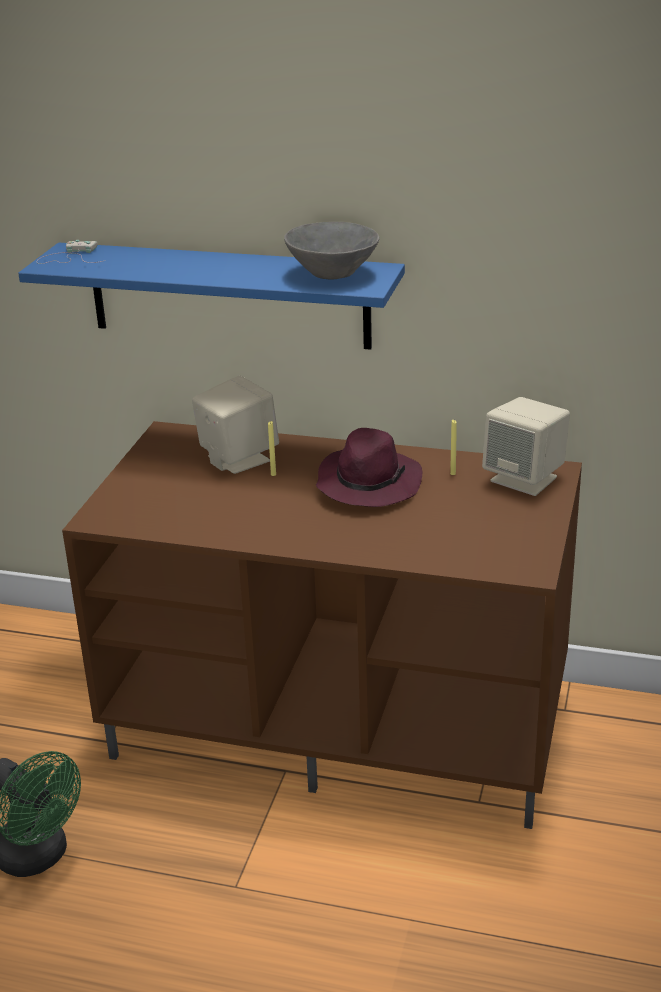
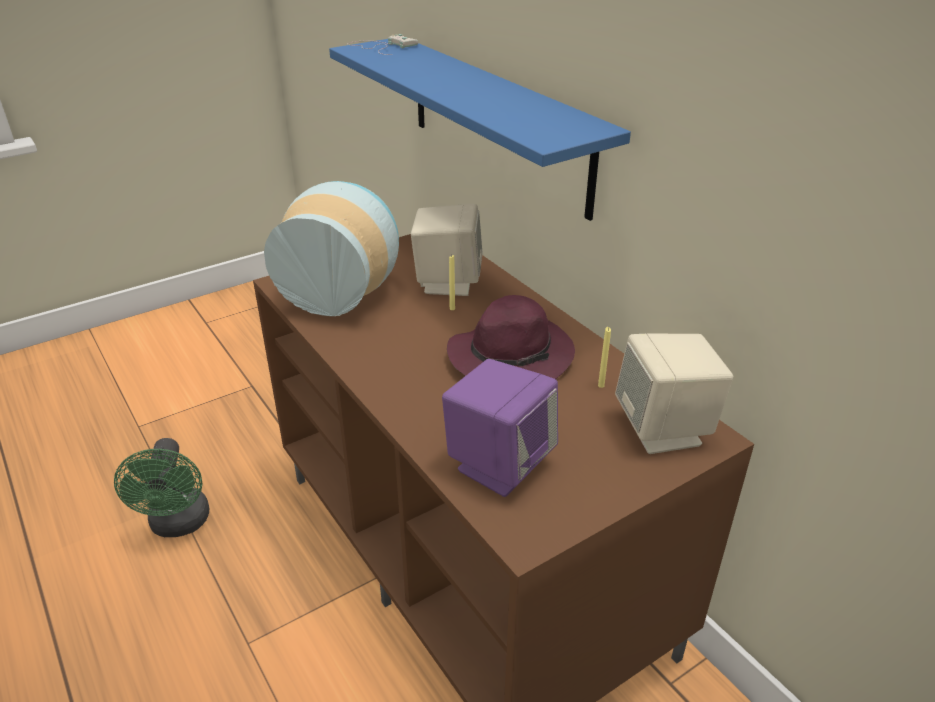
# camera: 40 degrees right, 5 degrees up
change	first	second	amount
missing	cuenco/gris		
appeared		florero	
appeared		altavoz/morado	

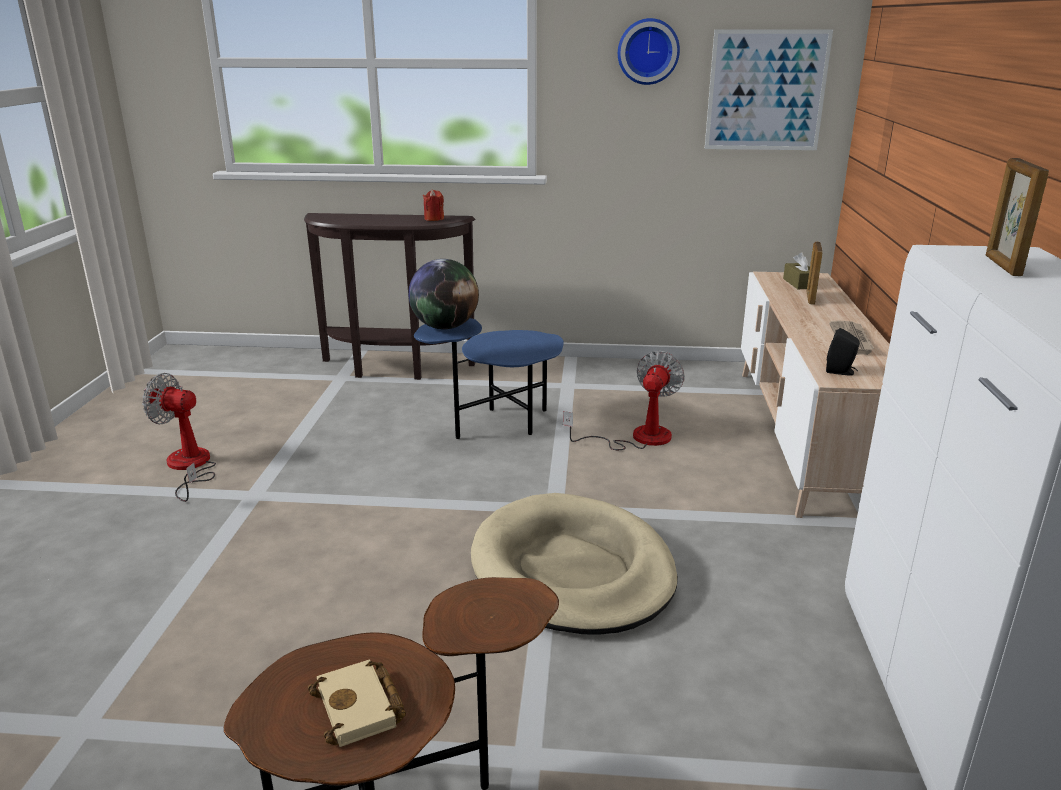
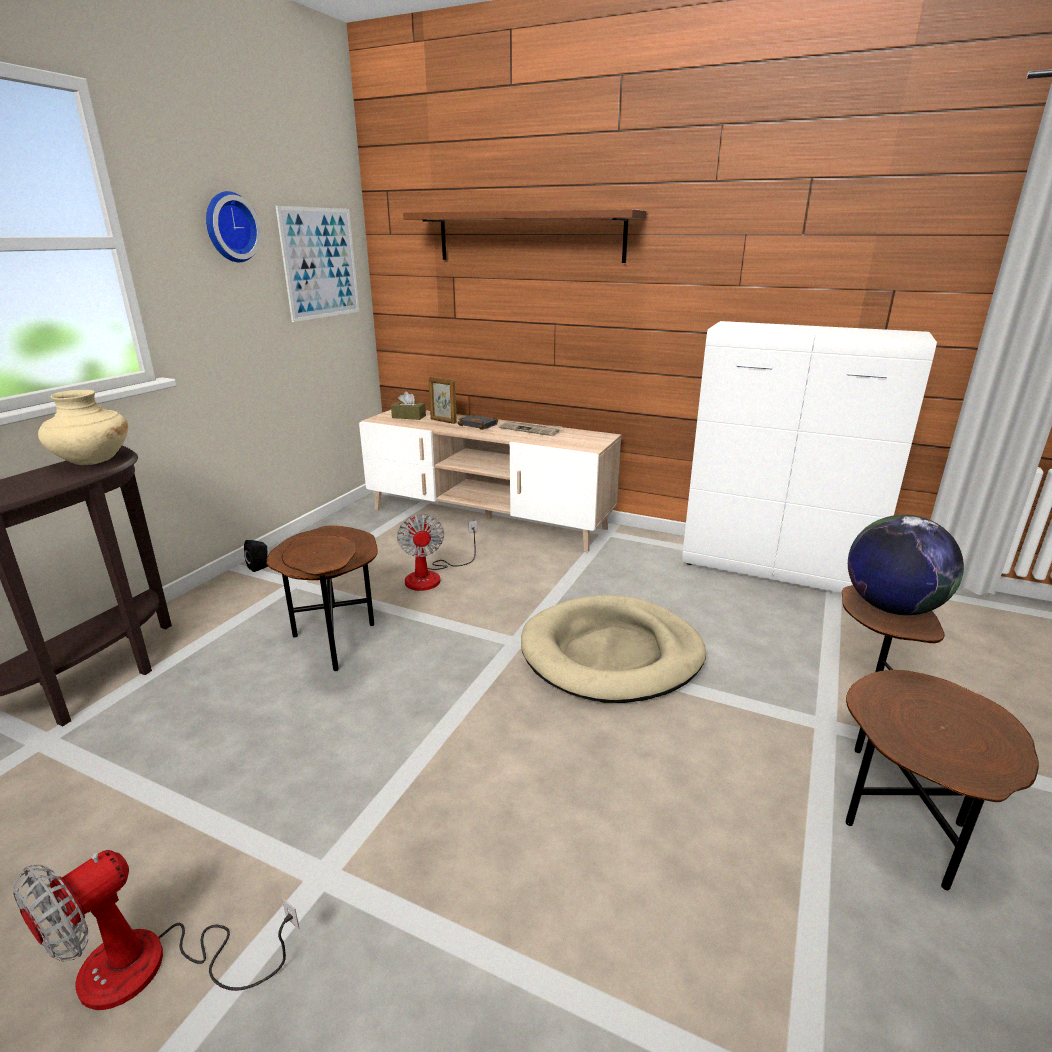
# camera: 70 degrees left, 0 degrees up
change	first	second	amount
missing	portarretratos (no. 2 from left)		
exchanged	vela/rojo	florero/beis	
relocated	globo terráqueo		
colour	mesa auxiliar/azul	mesa auxiliar/marrón (no. 1 from left)	
relocated	altavoz/negro		
spun	ventilador (no. 2 from left)		150 degrees counterclockwise
missing	libro/beis		
appeared		estante/marrón	
appeared		libro/negro	

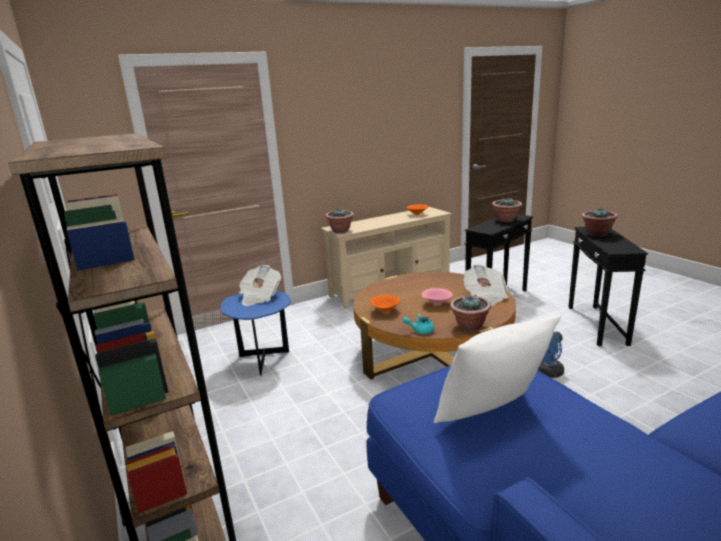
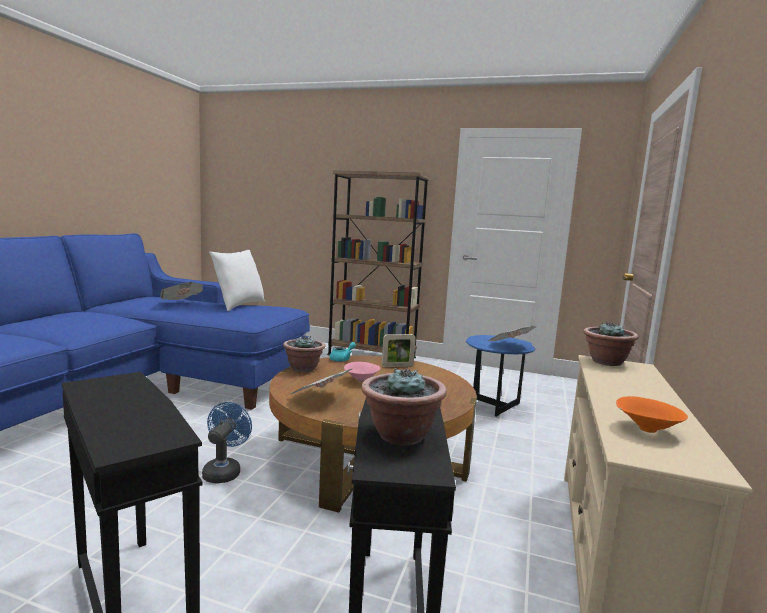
# camera: 135 degrees right, 10 degrees down
change	first	second	amount
missing	planta en maceta (no. 4 from left)		
exchanged	cuenco/naranja (no. 1 from left)	portarretratos	
appeared		periódico (no. 1 from left)	

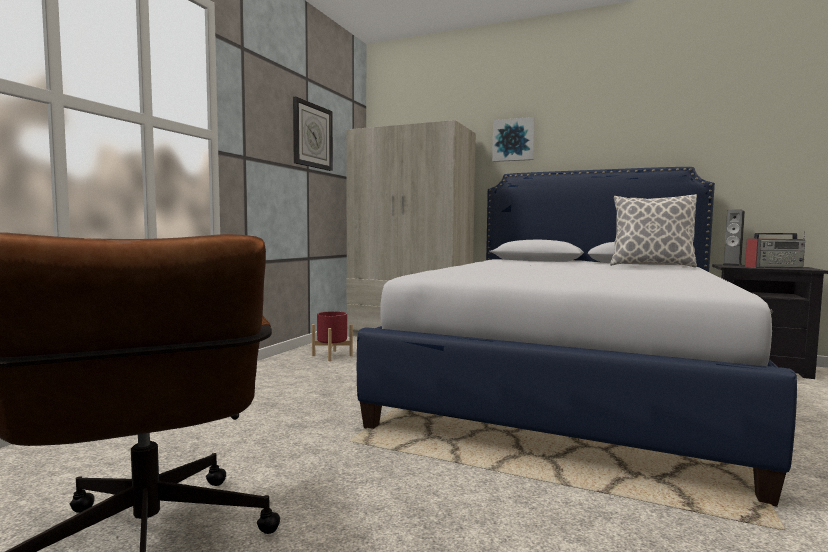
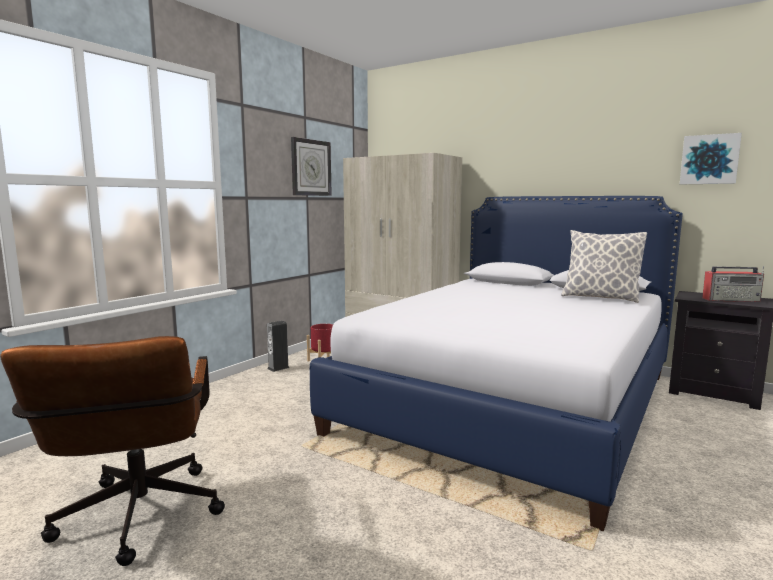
# camera: 10 degrees right, 5 degrees up
change	first	second	amount
relocated	cuadro		
relocated	altavoz		

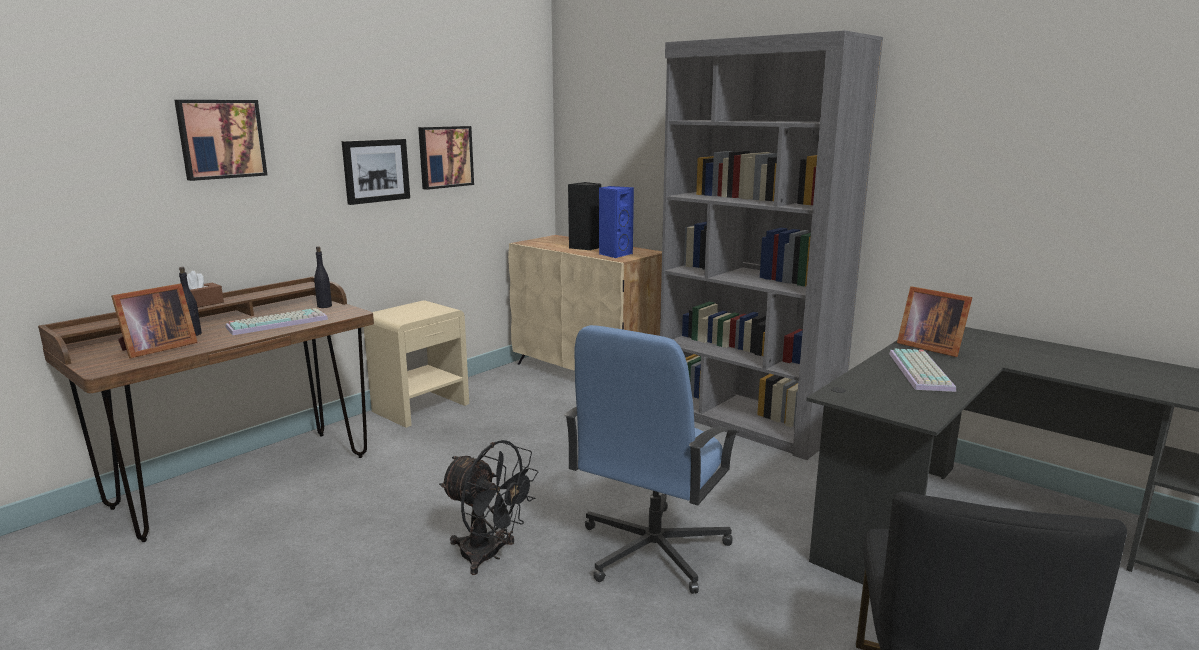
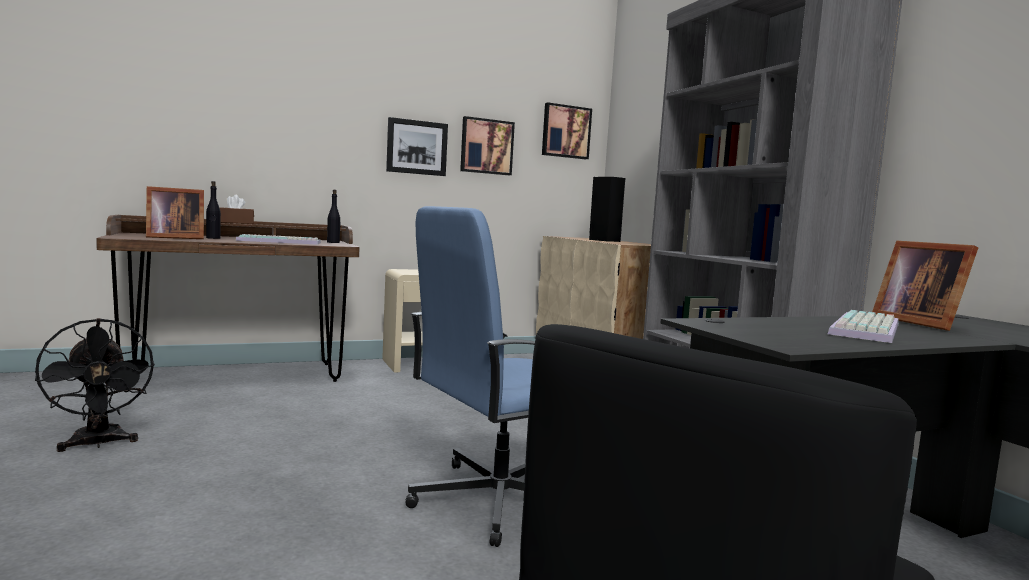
# camera: 25 degrees right, 10 degrees down
change	first	second	amount
relocated	cuadro (no. 1 from left in the first image)	cuadro (no. 3 from left)	
missing	altavoz/azul		
relocated	ventilador/negro		

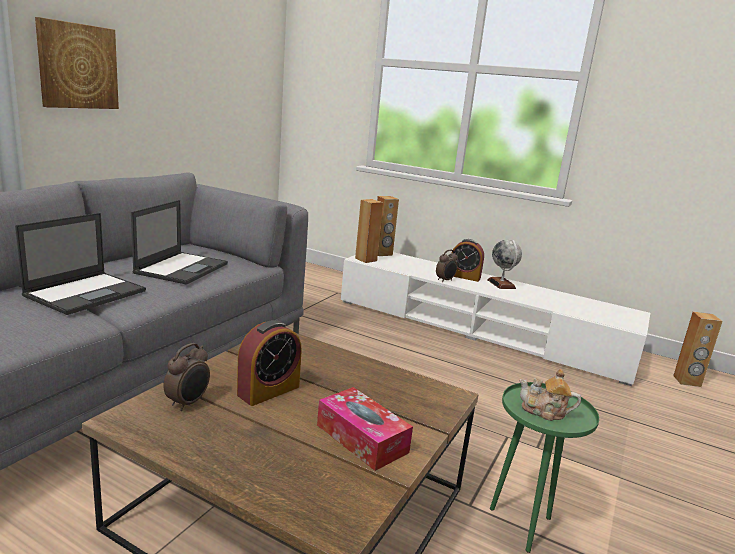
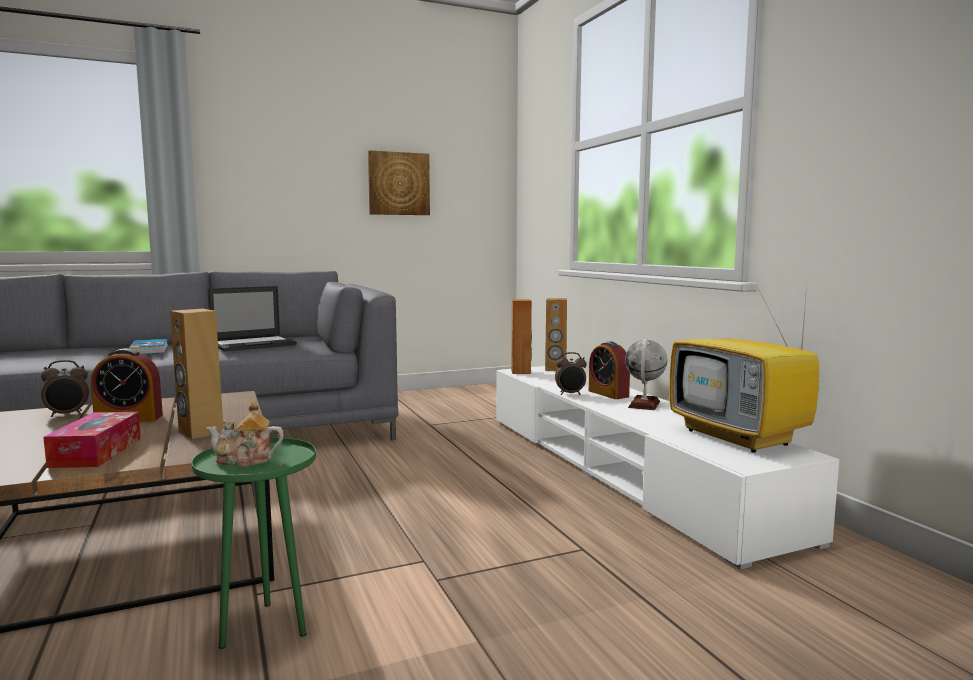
# camera: 40 degrees right, 10 degrees down
change	first	second	amount
relocated	cuadro		
exchanged	portátil (no. 1 from left)	libro	
relocated	altavoz/marrón (no. 3 from left in the first image)	altavoz/marrón (no. 1 from left)	
spun	tetera		60 degrees counterclockwise
appeared		televisor	

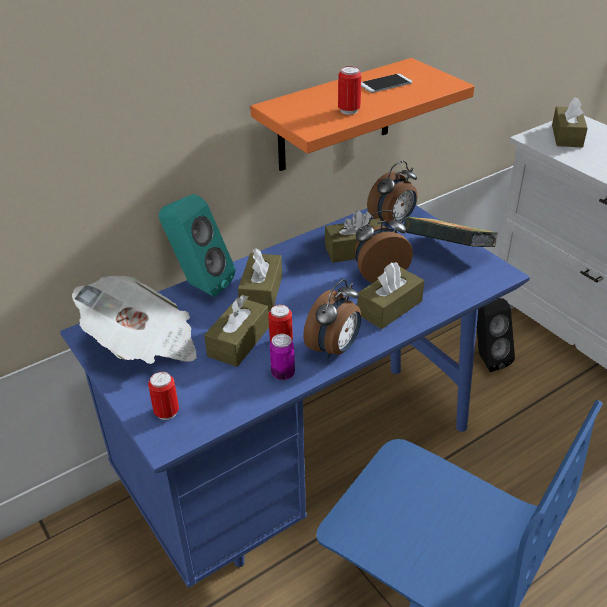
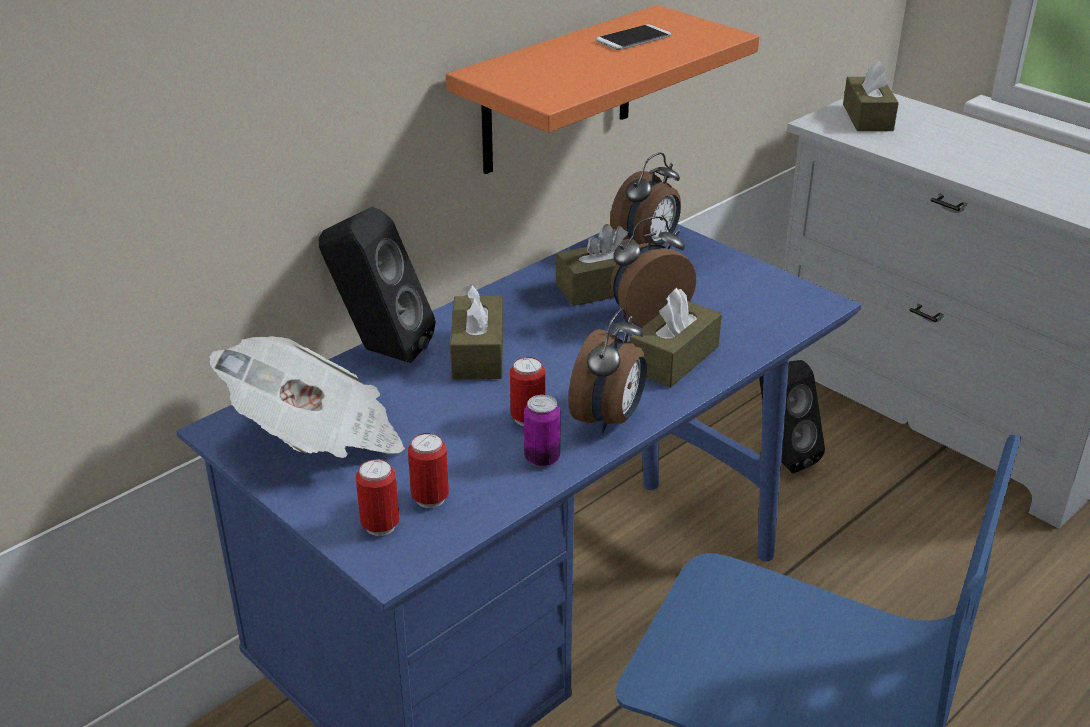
# camera: 10 degrees left, 5 degrees down
change	first	second	amount
relocated	lata (no. 4 from left in the first image)	lata (no. 2 from left)	
colour	altavoz/turquesa	altavoz/negro (no. 1 from left)	
missing	libro		
missing	caja de pañuelos/marrón (no. 1 from left)		

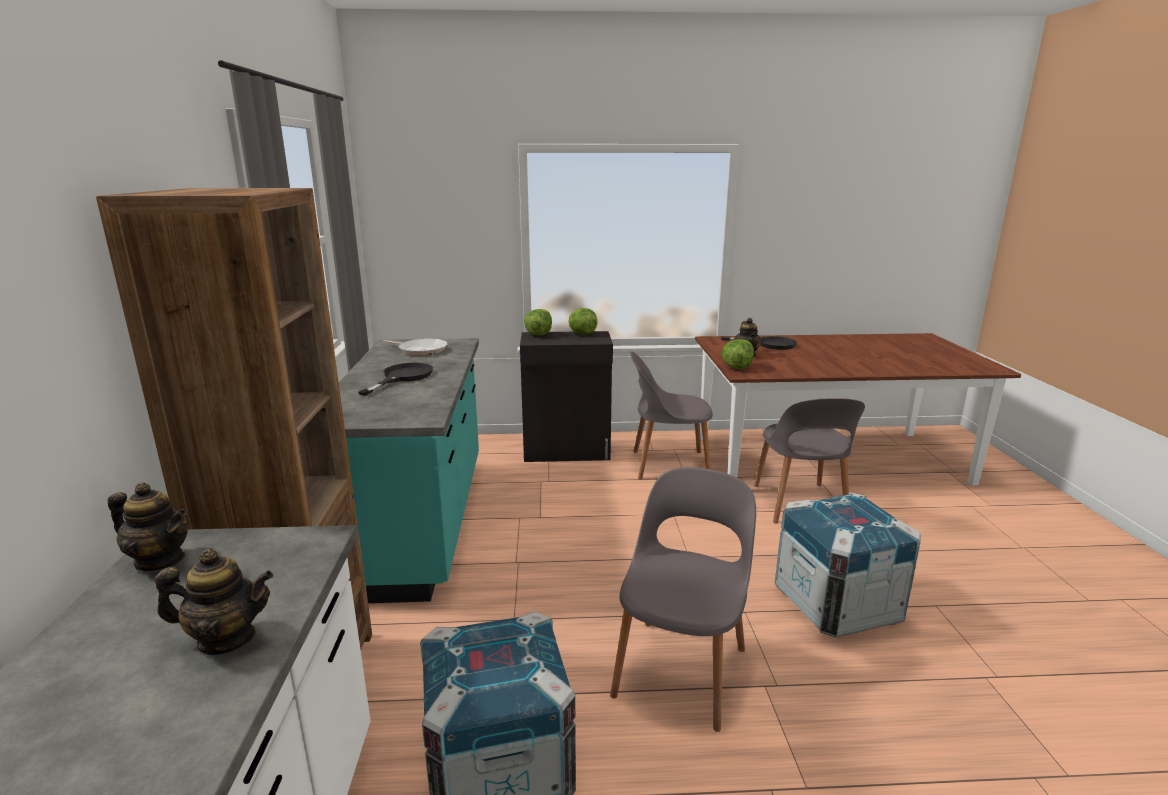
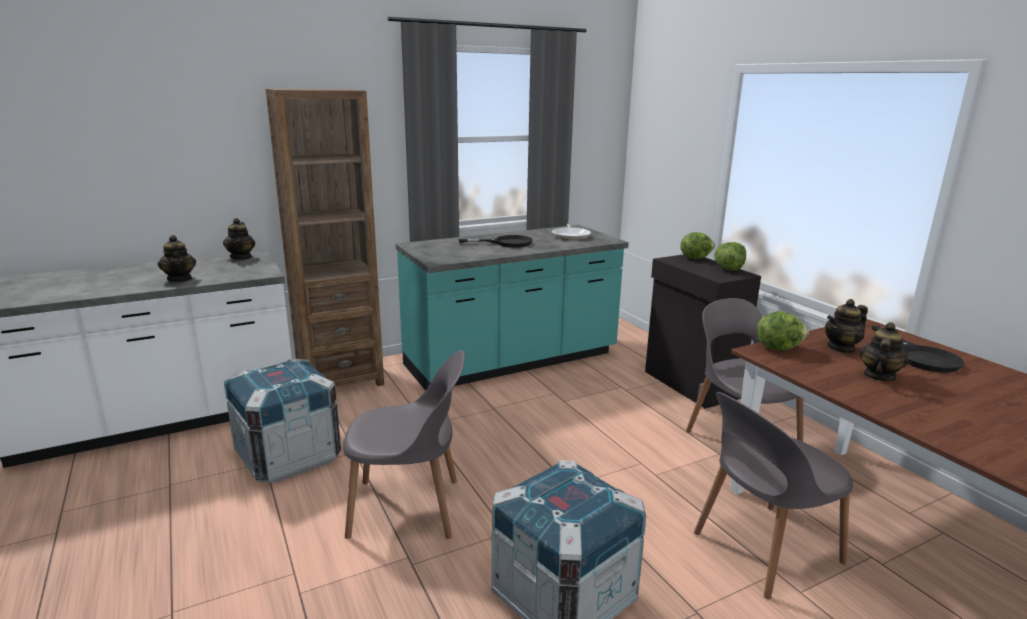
# camera: 65 degrees right, 0 degrees up
change	first	second	amount
appeared		tetera (no. 4 from left)	

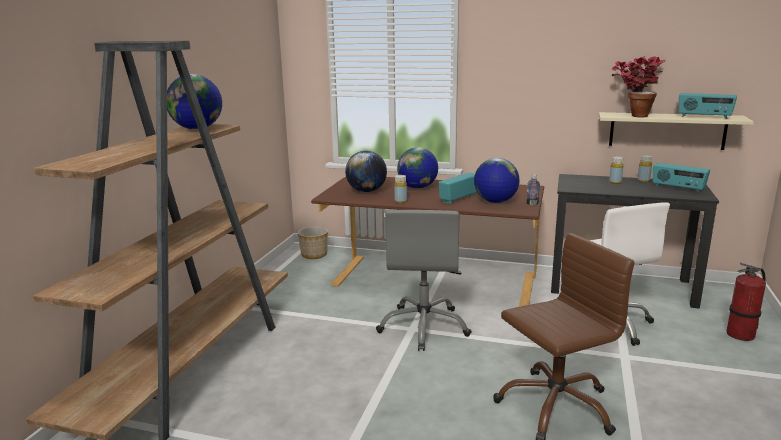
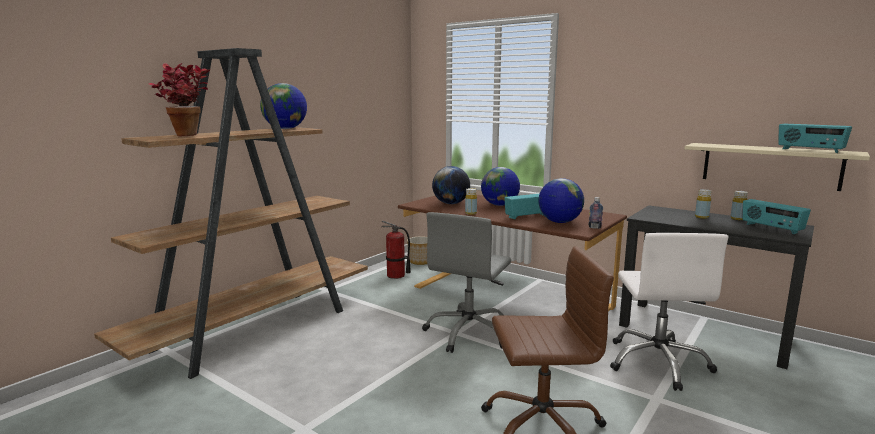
# camera: 20 degrees right, 5 degrees down
change	first	second	amount
relocated	planta en maceta		
relocated	extintor		

